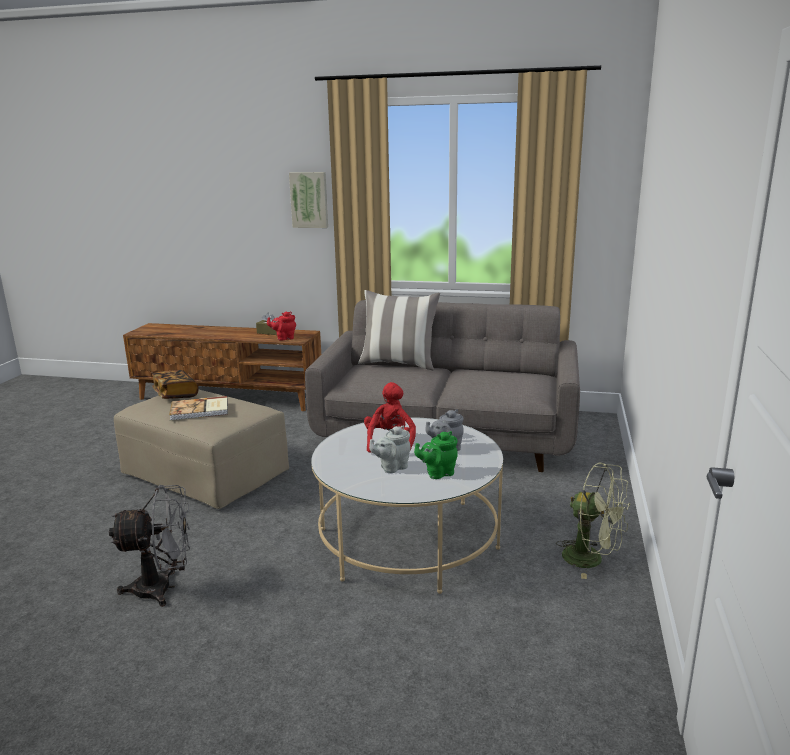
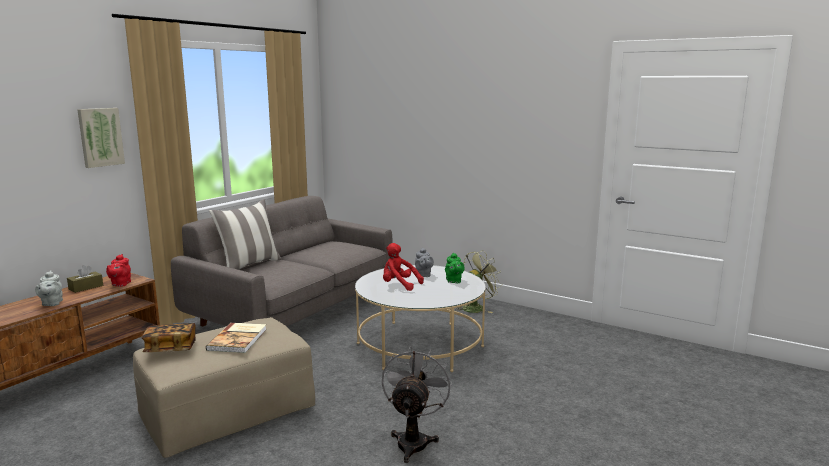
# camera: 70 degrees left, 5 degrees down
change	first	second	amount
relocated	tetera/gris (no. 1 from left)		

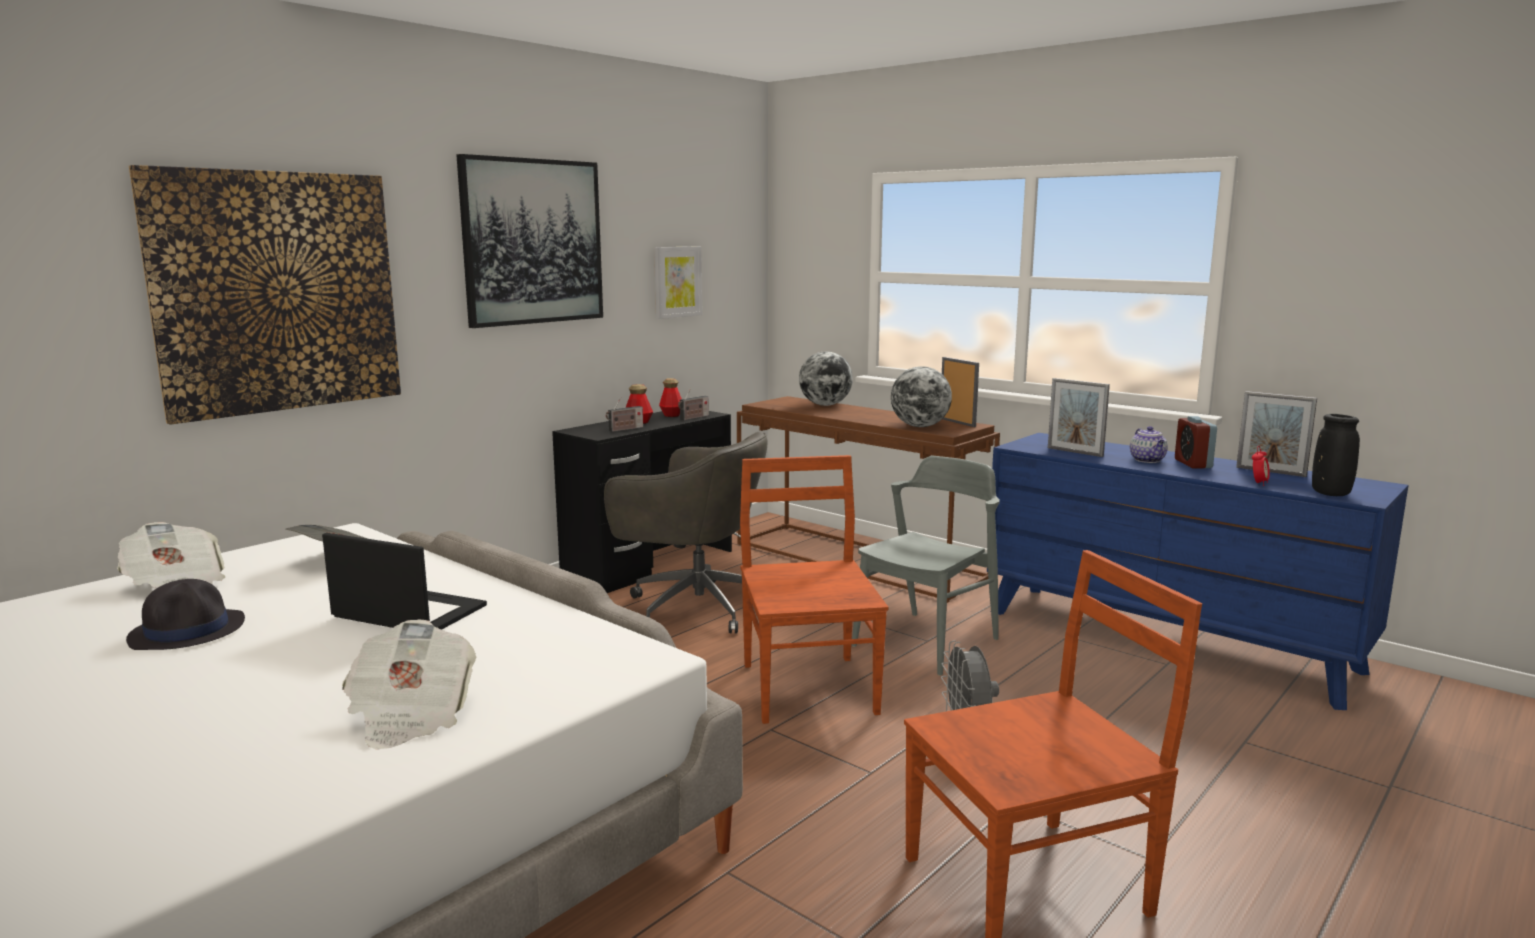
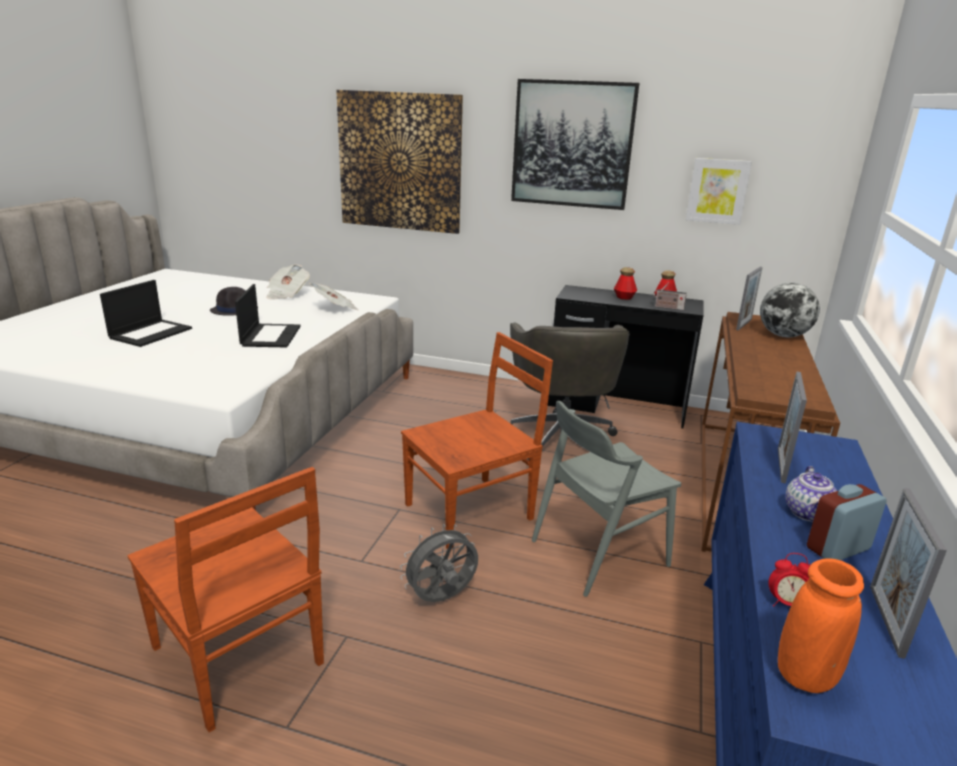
# camera: 65 degrees right, 10 degrees up
change	first	second	amount
relocated	portarretratos (no. 1 from left)		
missing	globo terráqueo (no. 2 from left)		
missing	radio (no. 1 from left)		
colour	florero/negro	florero/naranja	
spun	tetera		45 degrees counterclockwise
spun	silla/gris		135 degrees clockwise
missing	periódico (no. 3 from left)		
appeared		portátil (no. 1 from left)	

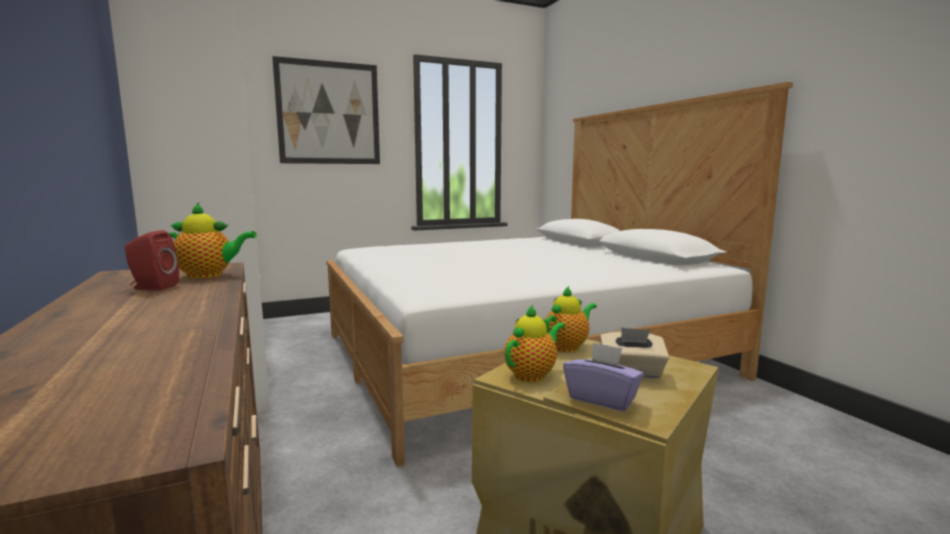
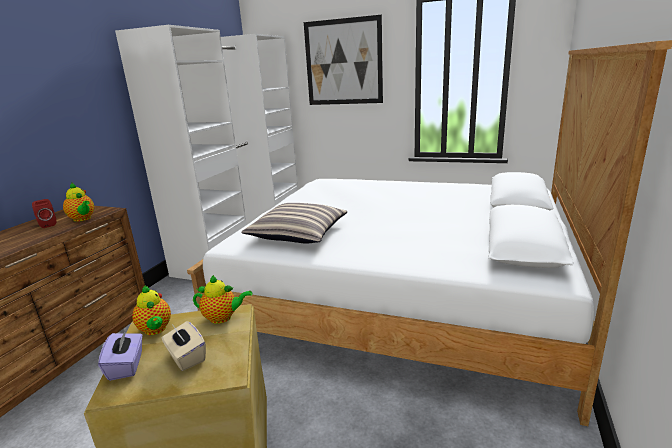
# camera: 45 degrees right, 10 degrees up
change	first	second	amount
spun	tetera (no. 2 from left)		60 degrees clockwise
appeared		cojín	

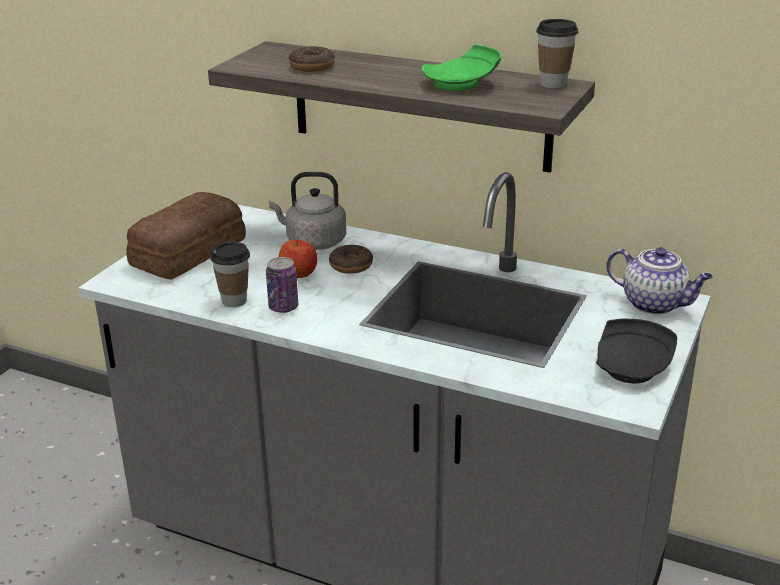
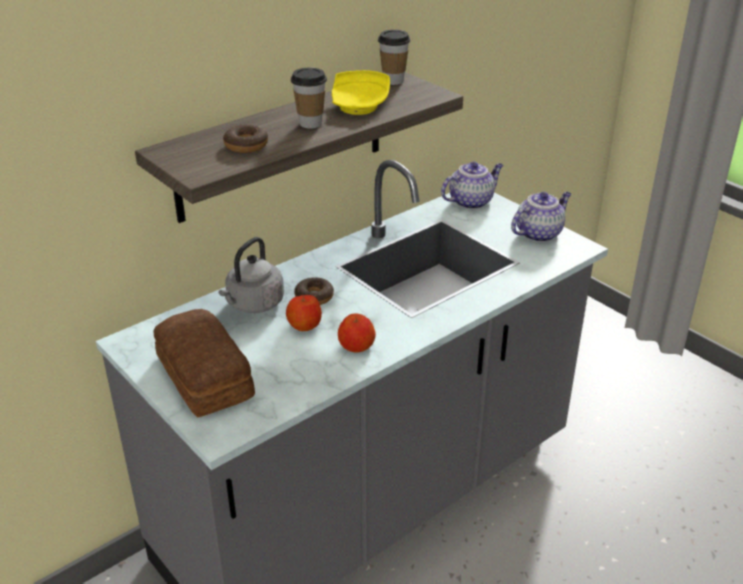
# camera: 65 degrees left, 5 degrees up
change	first	second	amount
colour	plato/verde	plato/amarillo	
relocated	taza (no. 1 from left)		
exchanged	lata	manzana (no. 2 from left)	
exchanged	plato/negro	tetera (no. 2 from left)	

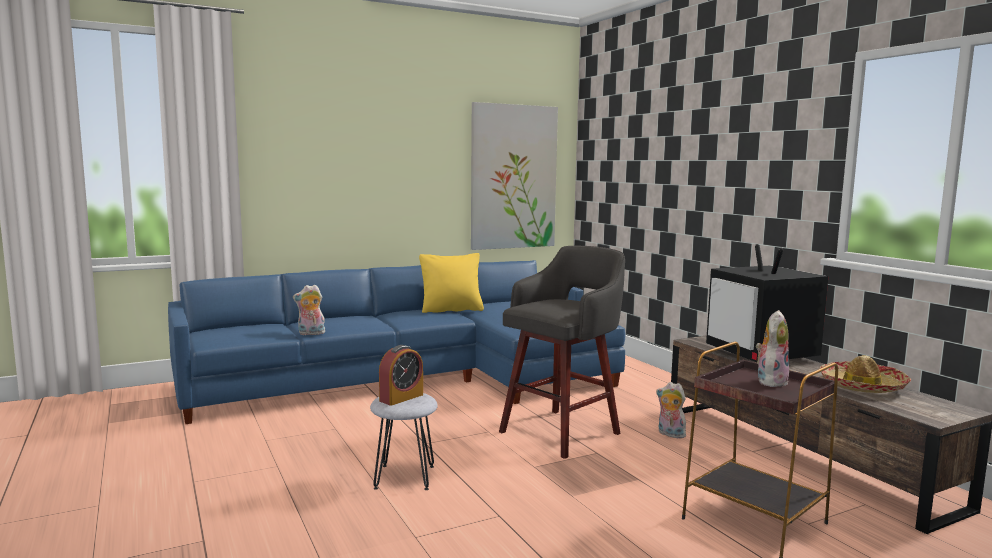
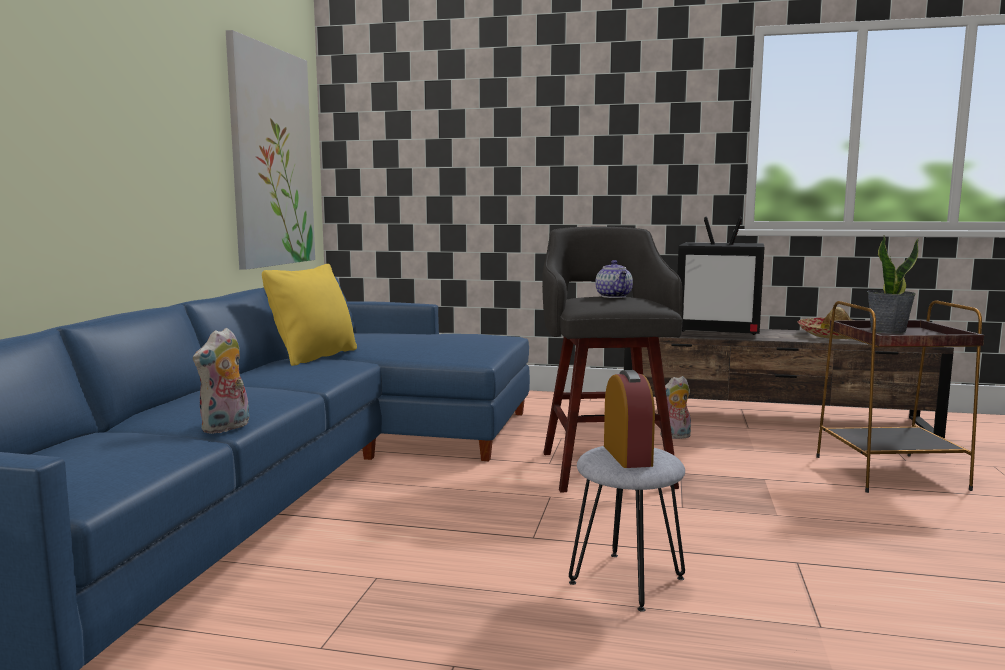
# camera: 50 degrees left, 0 degrees up
change	first	second	amount
exchanged	peluche (no. 3 from left)	planta en maceta	
appeared		tetera	

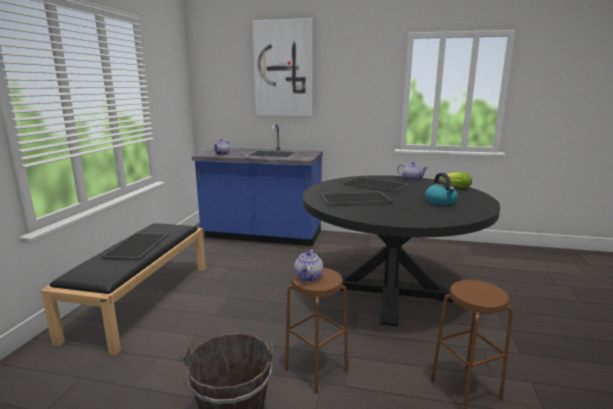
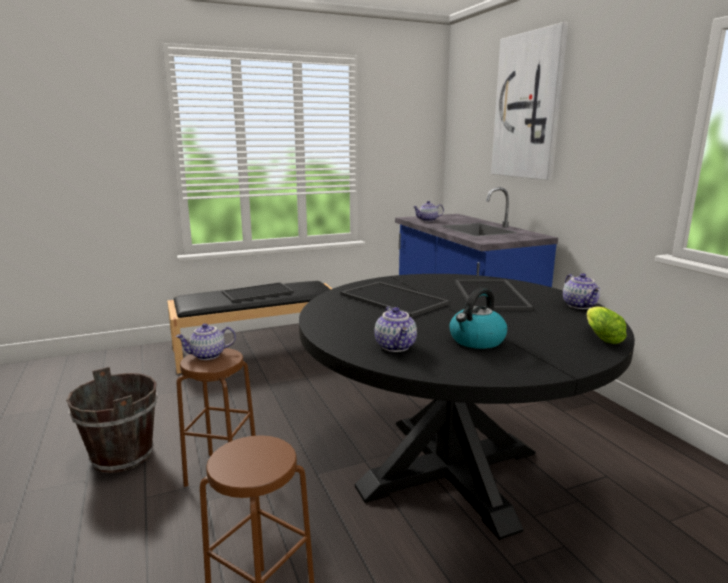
# camera: 55 degrees right, 0 degrees up
change	first	second	amount
appeared		tetera (no. 2 from left)	

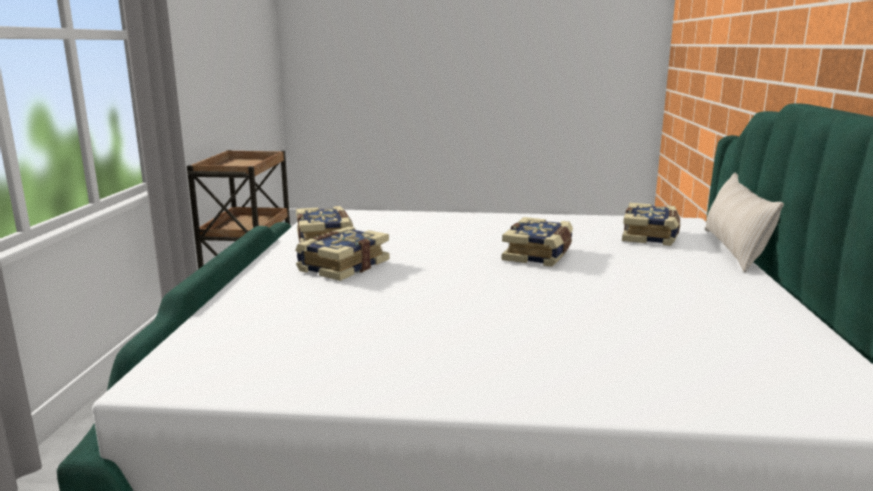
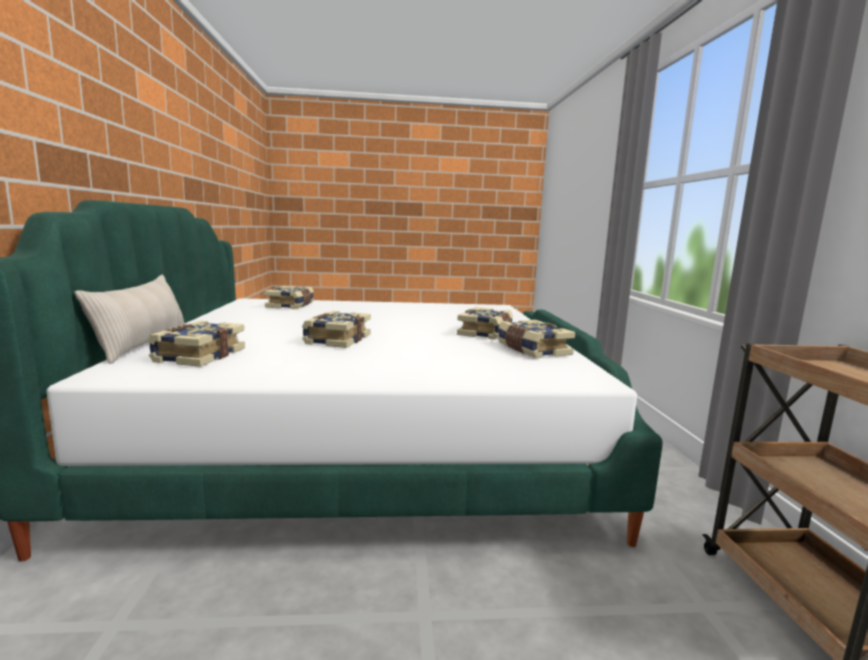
# camera: 170 degrees right, 5 degrees down
change	first	second	amount
appeared		libro (no. 2 from left)	

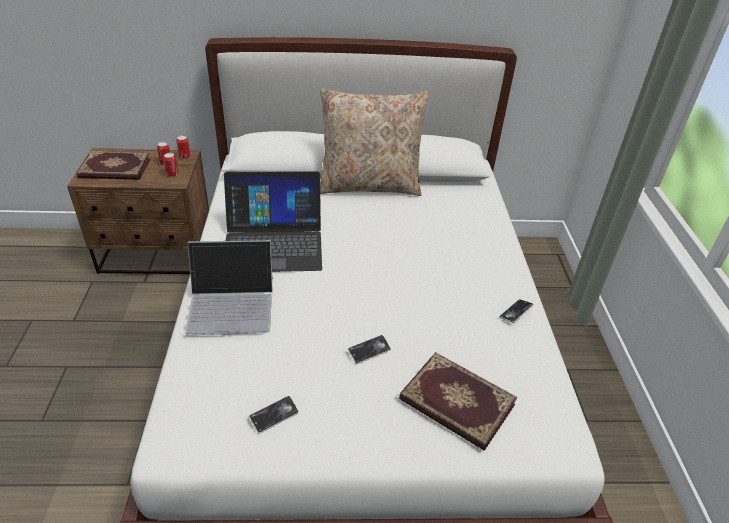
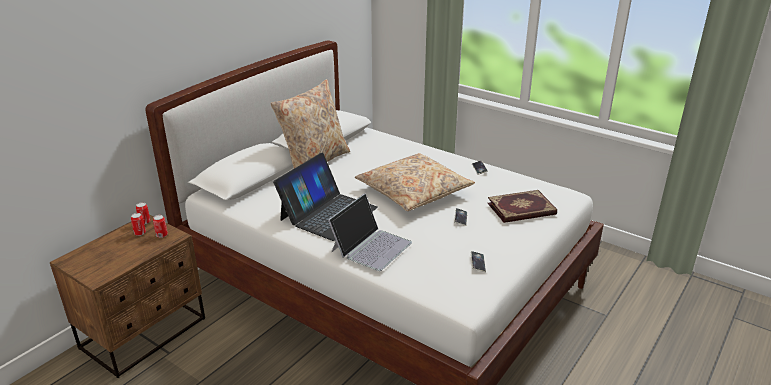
# camera: 50 degrees left, 10 degrees down
change	first	second	amount
missing	libro (no. 1 from left)		
appeared		cojín/beis (no. 2 from left)	

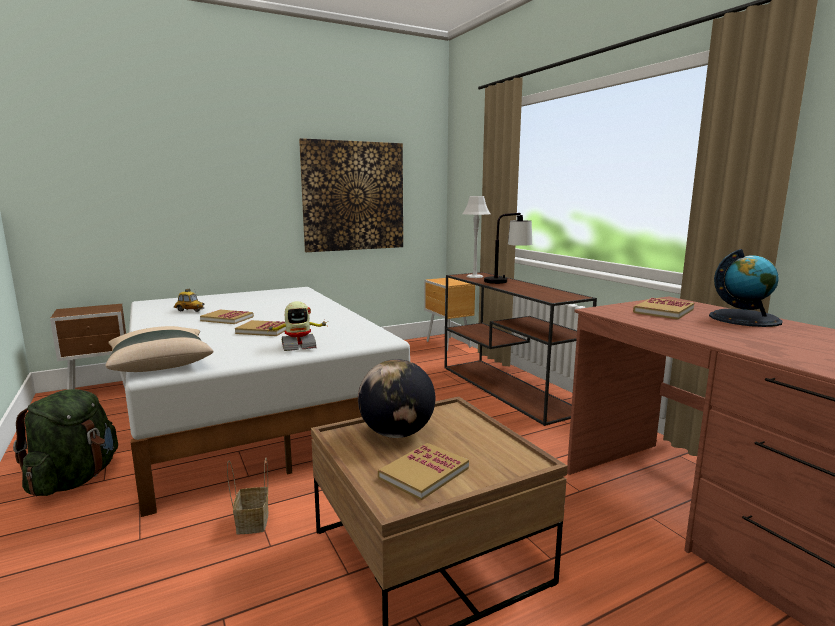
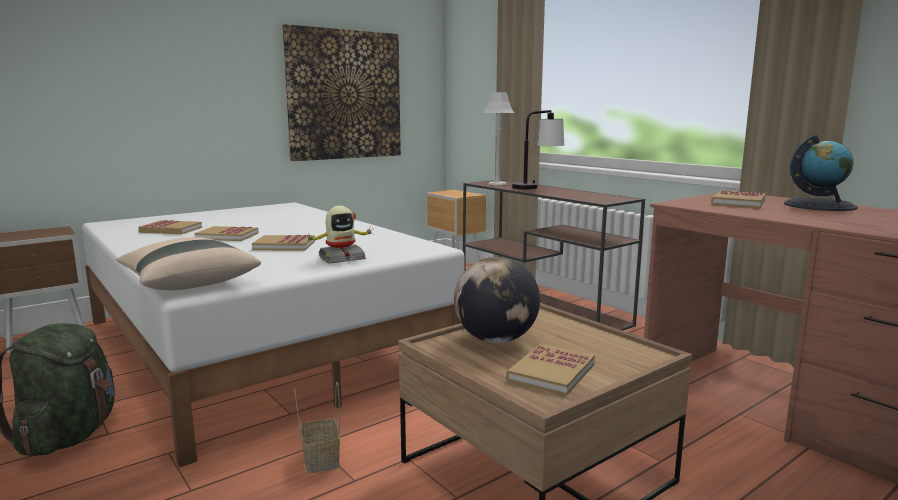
# camera: 10 degrees left, 0 degrees up
change	first	second	amount
exchanged	coche de juguete	libro (no. 1 from left)	

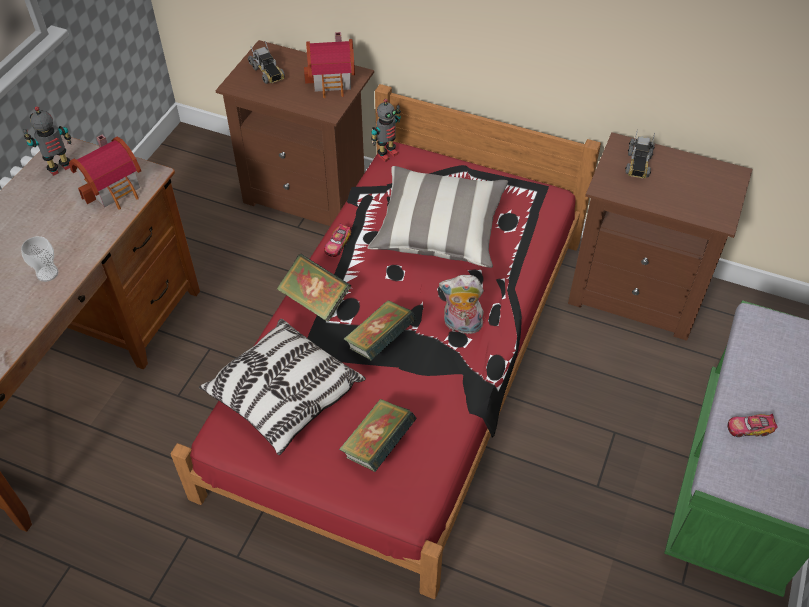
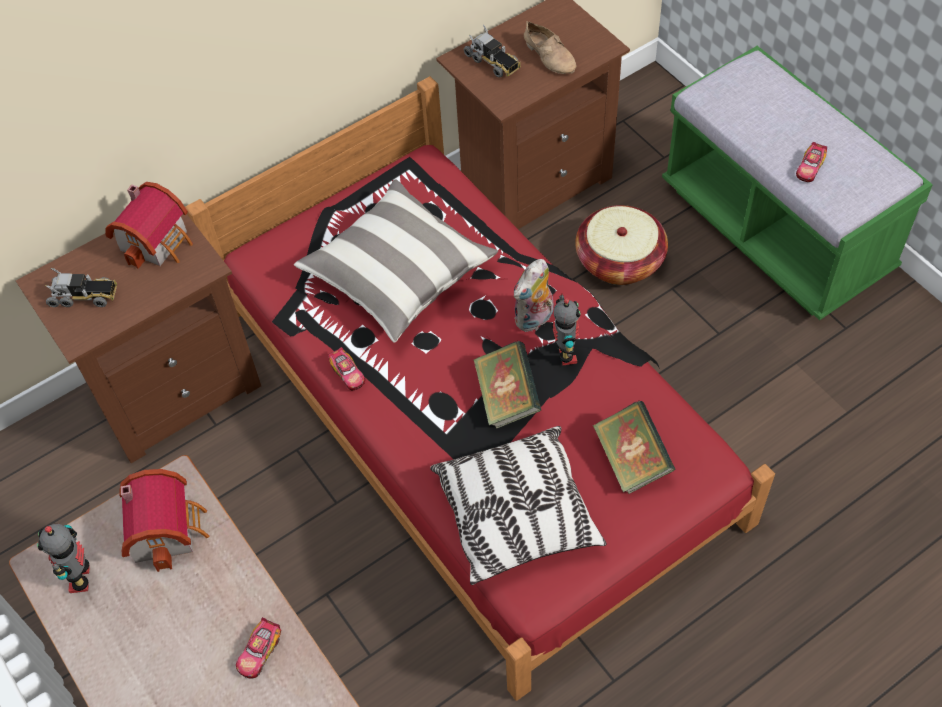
# camera: 55 degrees left, 5 degrees up
change	first	second	amount
relocated	robot de juguete (no. 2 from left)		
exchanged	taza	coche de juguete (no. 1 from left)	
missing	libro (no. 1 from left)		
appeared		zapato/beis	
appeared		cesta	

